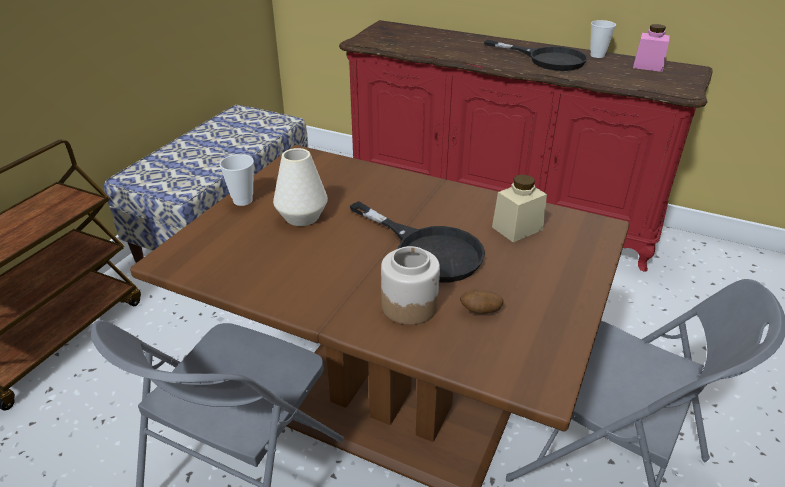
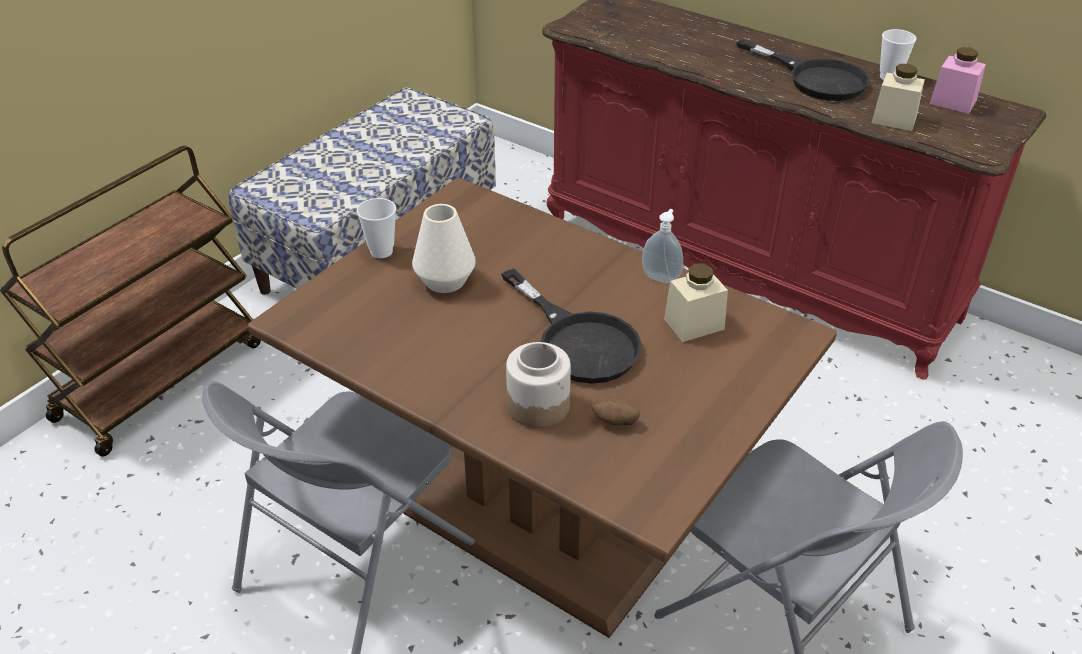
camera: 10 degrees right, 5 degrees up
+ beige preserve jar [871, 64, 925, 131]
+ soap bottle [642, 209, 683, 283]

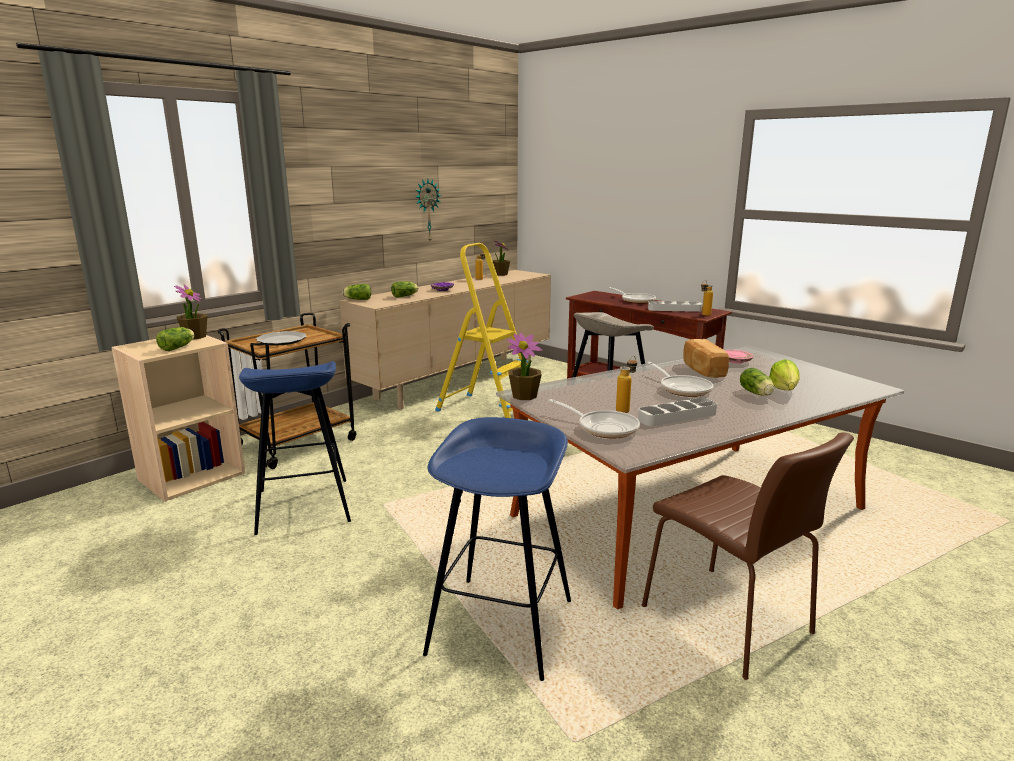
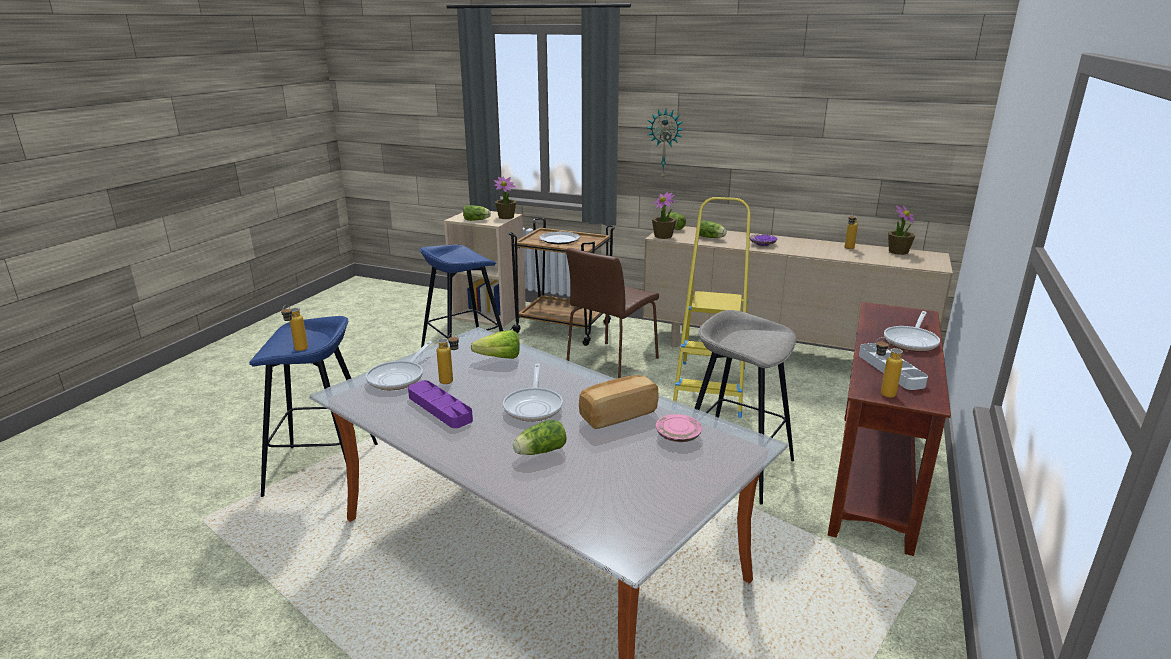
camera: 70 degrees right, 5 degrees up
~ clock on the wall [415, 179, 441, 241] to [647, 109, 684, 179]
~ potted plant [507, 333, 542, 400] to [652, 192, 676, 239]
~ lettuce [769, 359, 800, 390] to [471, 330, 520, 359]
~ frying pan [647, 362, 713, 397] = [503, 363, 563, 422] 45 degrees counterclockwise
~ gray carrying tray [638, 398, 717, 426] to purple-coloured carrying tray [408, 380, 473, 428]
~ brown chair [642, 432, 854, 680] to [566, 248, 659, 378]
+ bottle [281, 304, 308, 351]

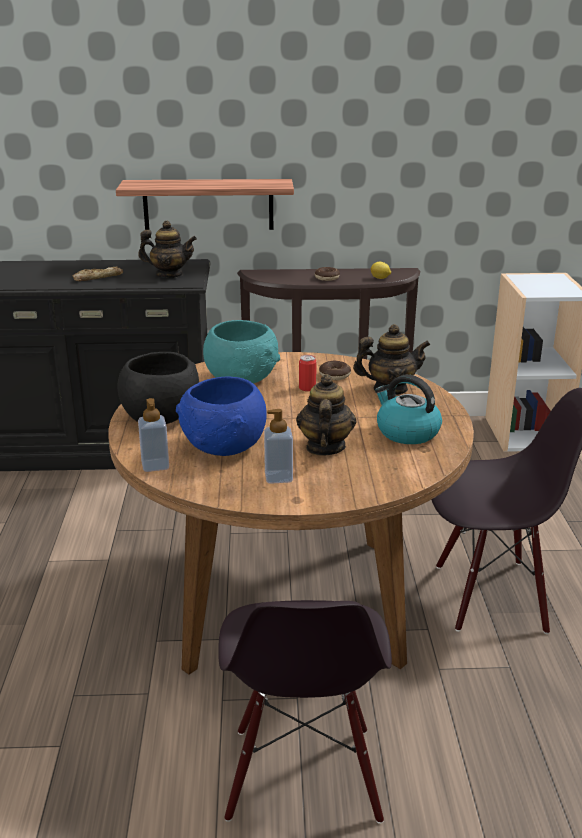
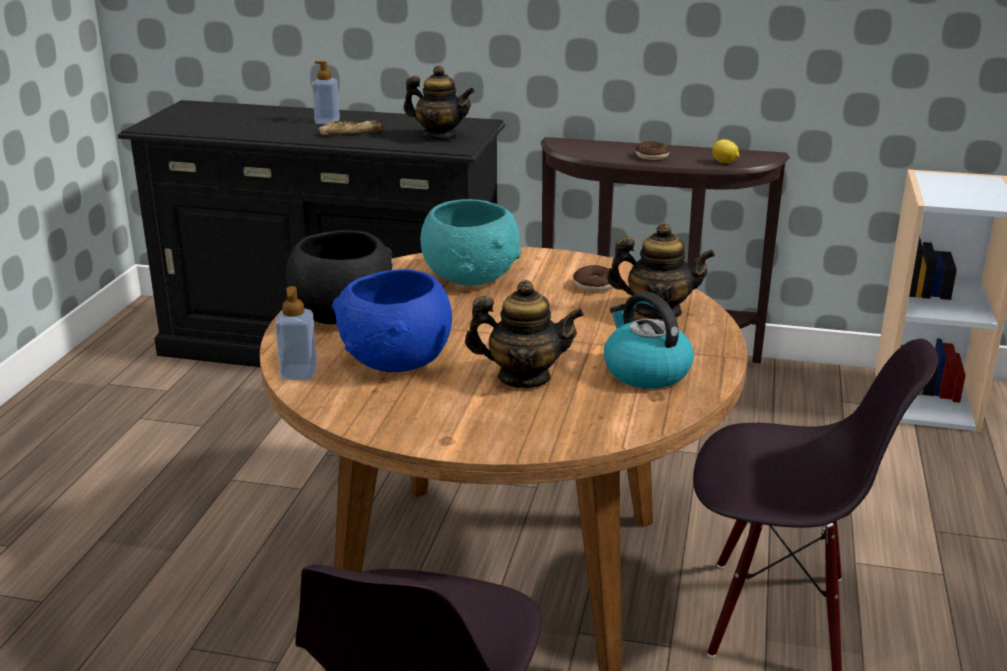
camera: 15 degrees right, 0 degrees up
- bracket shelf [116, 179, 294, 230]
- metal can [299, 355, 317, 391]
~ tea pot [296, 374, 357, 456] = [465, 280, 584, 388] 75 degrees clockwise
~ soap bottle [264, 409, 293, 484] to [312, 61, 340, 124]

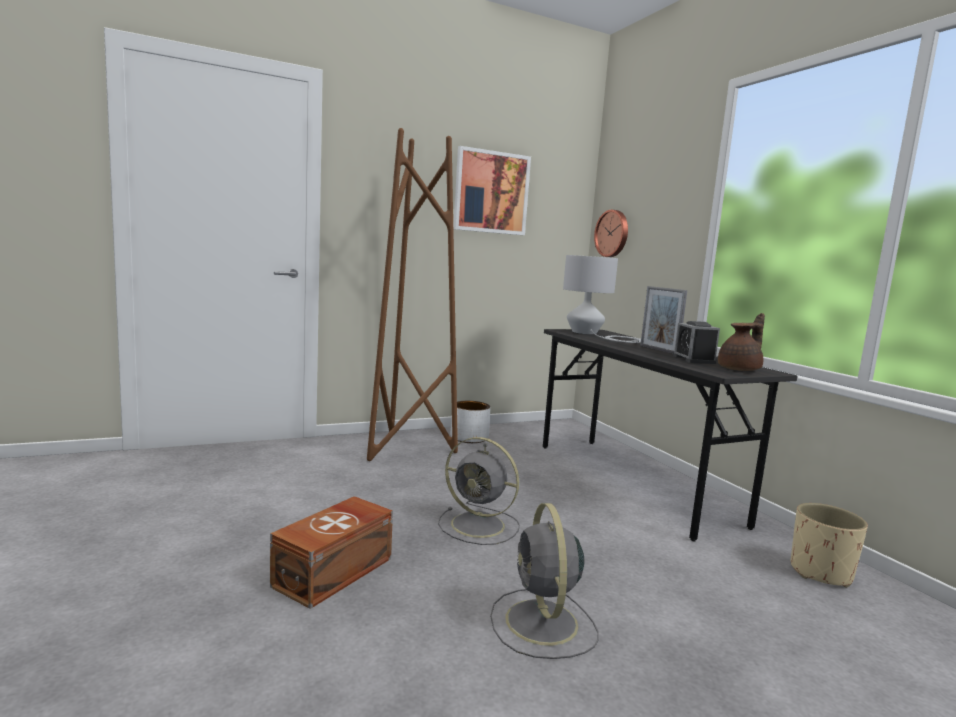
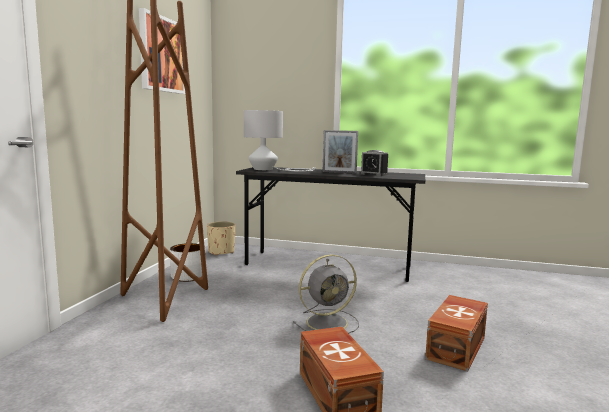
camera: 50 degrees left, 0 degrees up
- clock on the wall [594, 210, 628, 257]
- brown tea pot [718, 313, 765, 371]
~ gray electric fan [490, 503, 599, 659] to brown storage bin [425, 295, 488, 371]
~ beige flower pot [791, 503, 868, 588] to [207, 221, 235, 256]

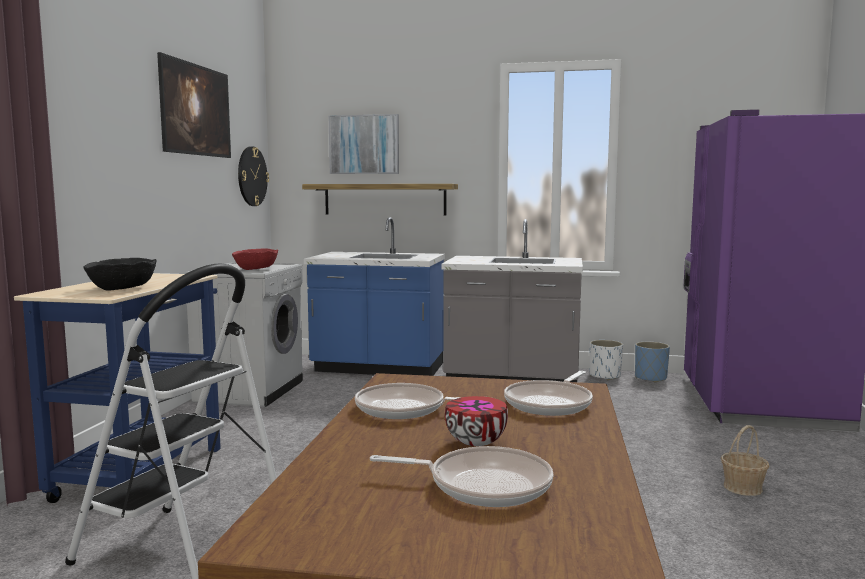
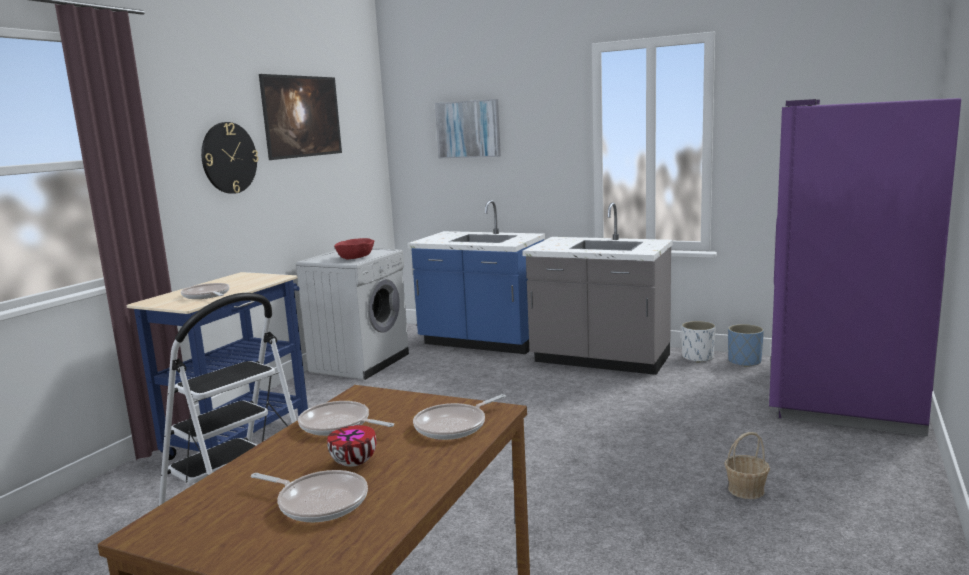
camera: 15 degrees right, 5 degrees up
~ clock on the wall [238, 146, 269, 206] to [201, 122, 258, 194]
- bracket shelf [302, 184, 458, 215]
~ blackish bowl [84, 258, 157, 291] to frying pan [181, 283, 230, 299]

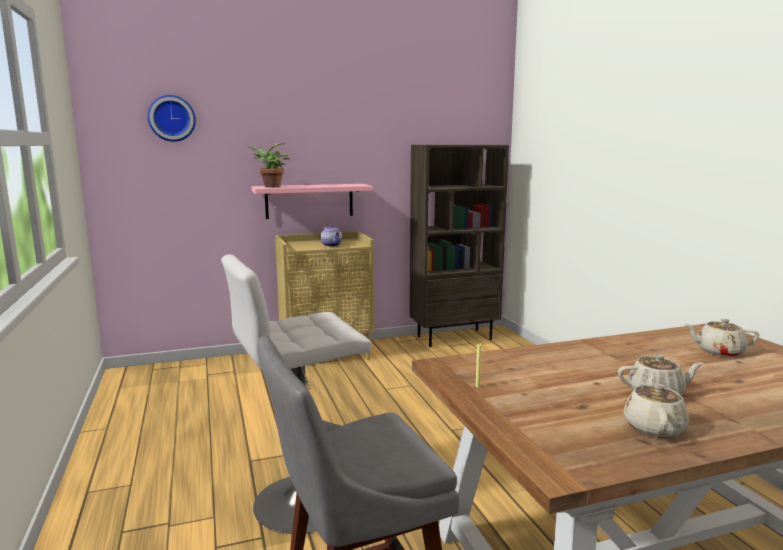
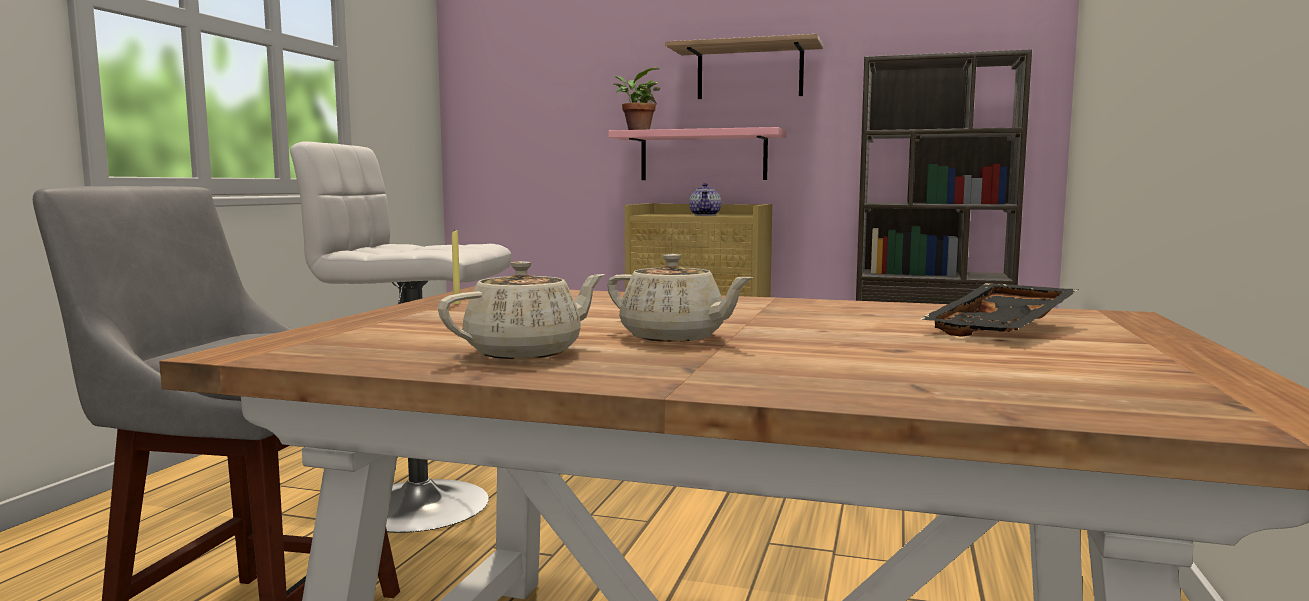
camera: 35 degrees right, 5 degrees down
- clock on the wall [148, 95, 196, 142]
~ beige tea pot [684, 319, 759, 357] to blackish carrying tray [919, 283, 1079, 337]
+ bracket shelf [665, 34, 823, 99]

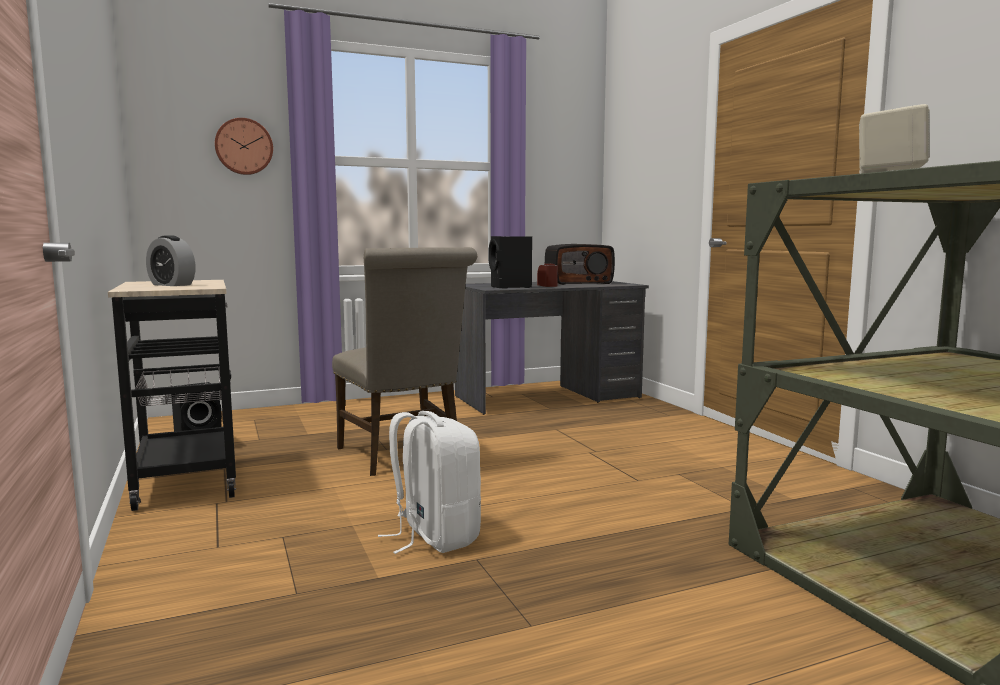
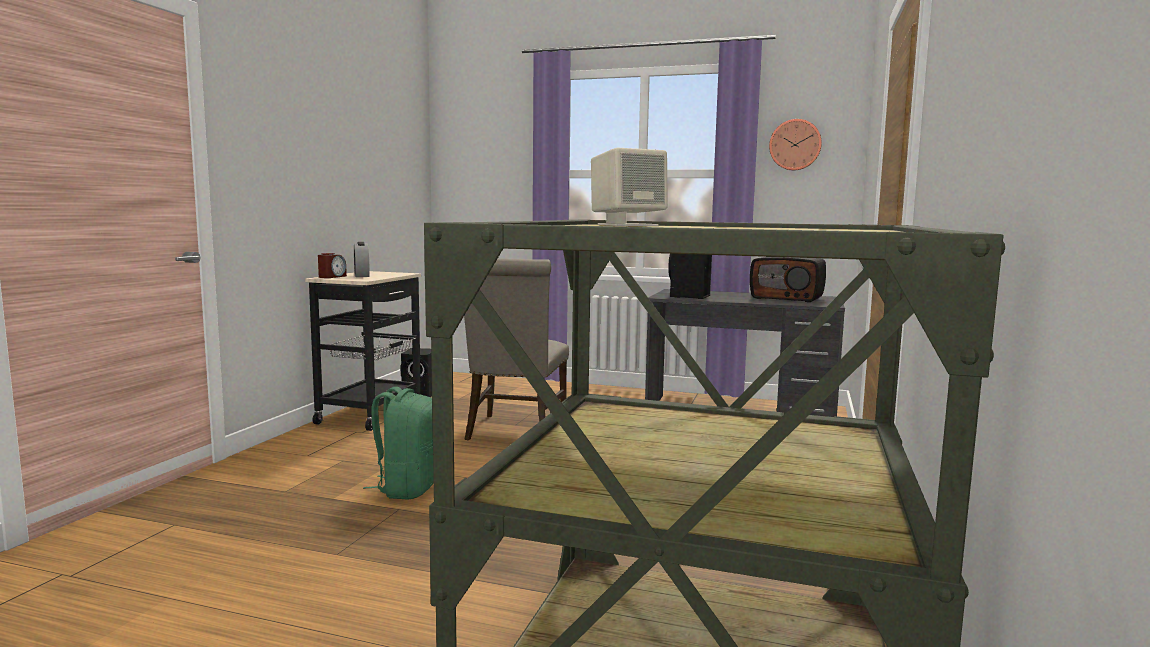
camera: 40 degrees right, 0 degrees up
~ clock on the wall [215, 118, 273, 175] to [769, 119, 822, 170]
~ alarm clock [537, 264, 558, 287] to [318, 253, 347, 278]
~ white backpack [378, 411, 481, 554] to green backpack [363, 387, 434, 500]

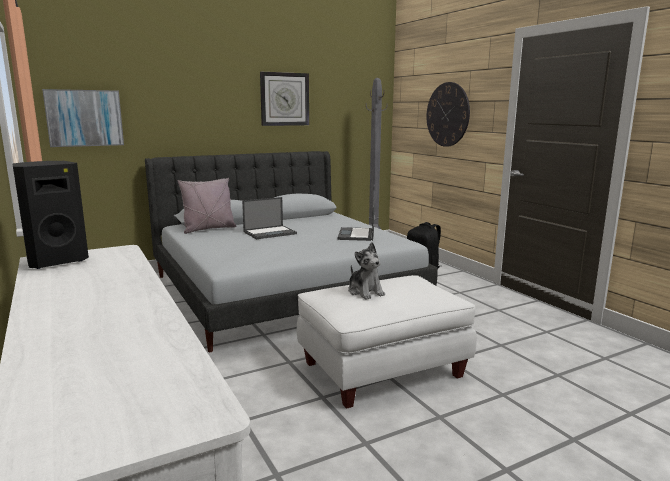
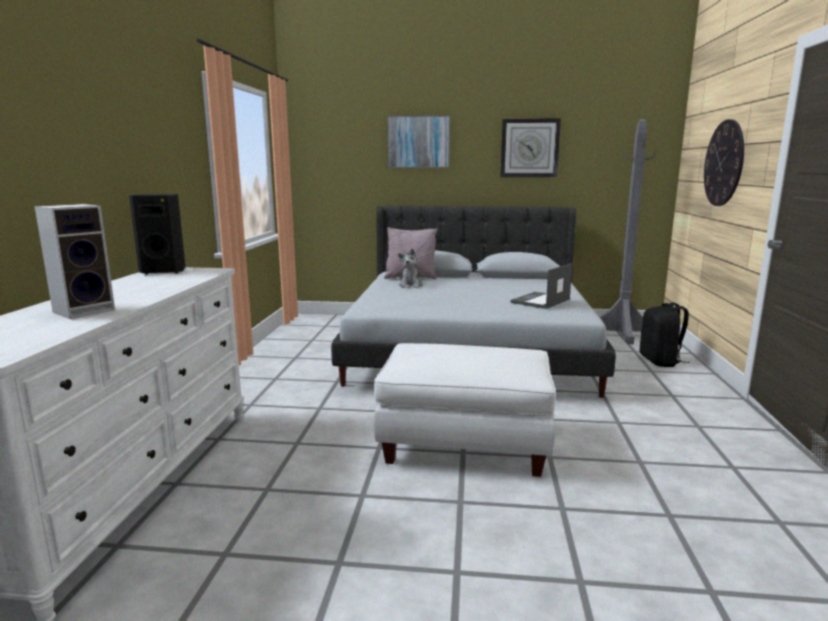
camera: 35 degrees right, 0 degrees up
~ wall art [42, 89, 124, 147] to [388, 115, 450, 168]
- portable computer [242, 197, 297, 239]
~ soft toy [348, 242, 385, 300] to [398, 248, 423, 288]
+ audio speaker [35, 204, 115, 319]

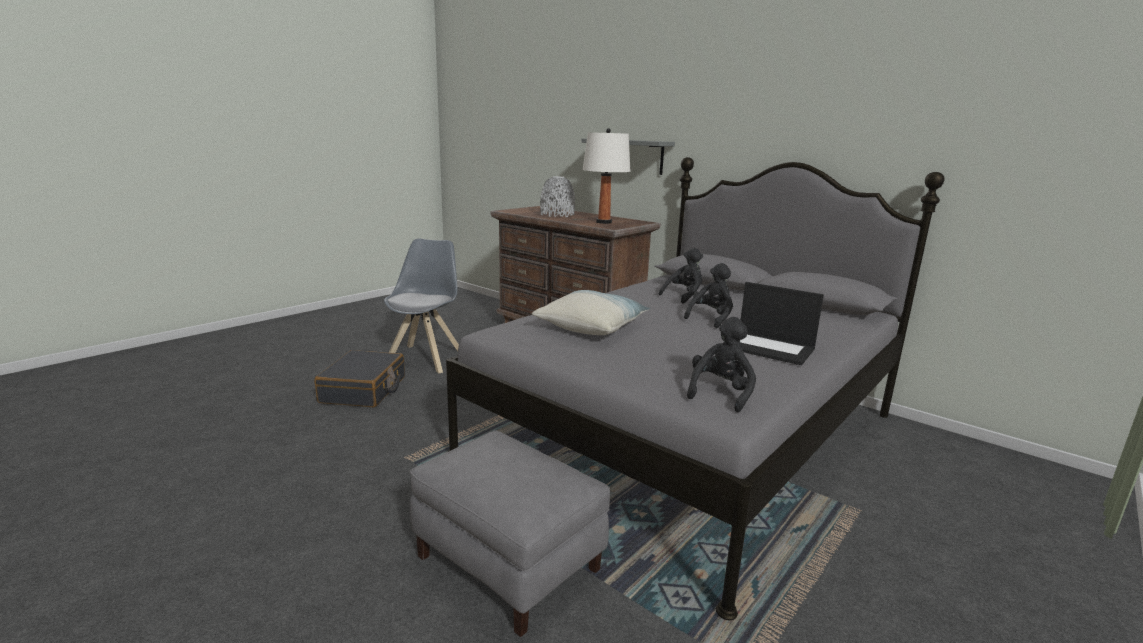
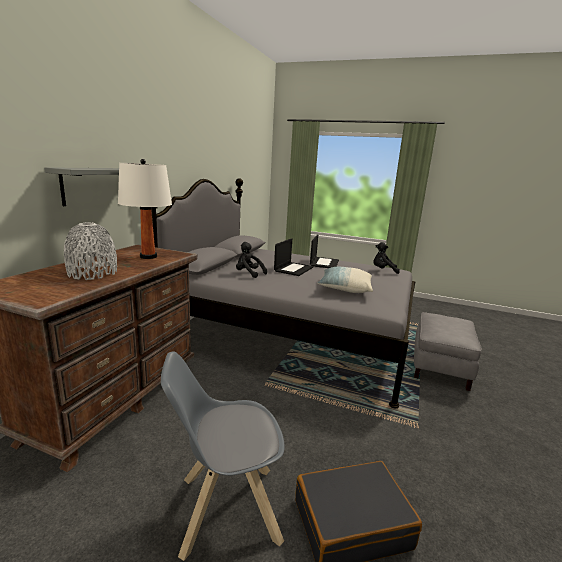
camera: 110 degrees left, 0 degrees up
~ blackish soft toy [684, 263, 733, 328] to portable computer [274, 238, 313, 276]

